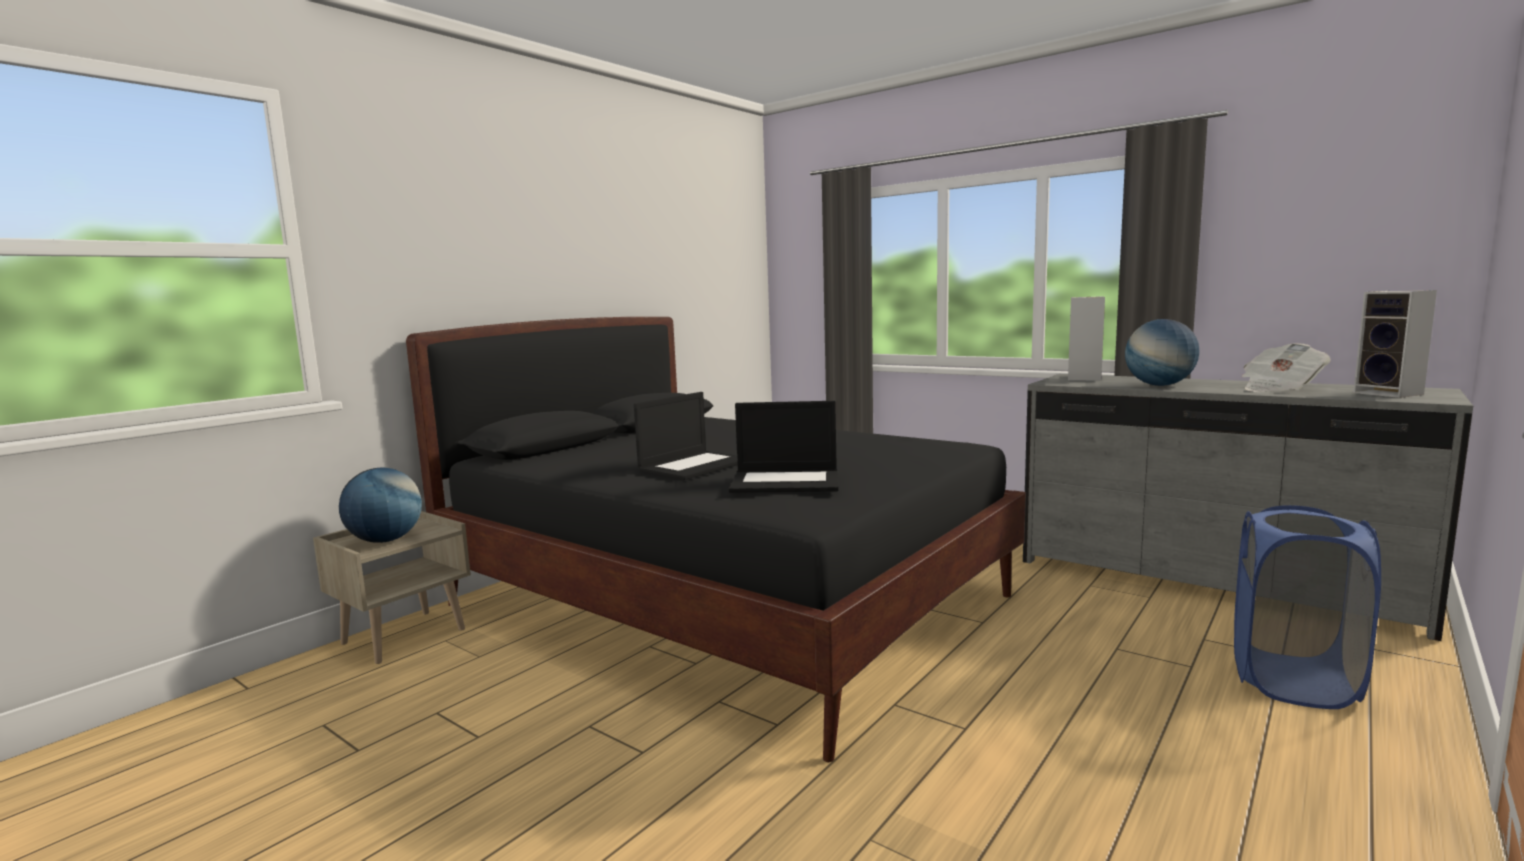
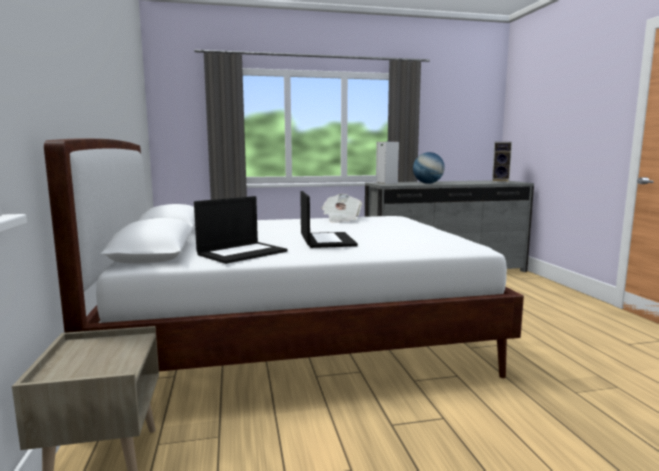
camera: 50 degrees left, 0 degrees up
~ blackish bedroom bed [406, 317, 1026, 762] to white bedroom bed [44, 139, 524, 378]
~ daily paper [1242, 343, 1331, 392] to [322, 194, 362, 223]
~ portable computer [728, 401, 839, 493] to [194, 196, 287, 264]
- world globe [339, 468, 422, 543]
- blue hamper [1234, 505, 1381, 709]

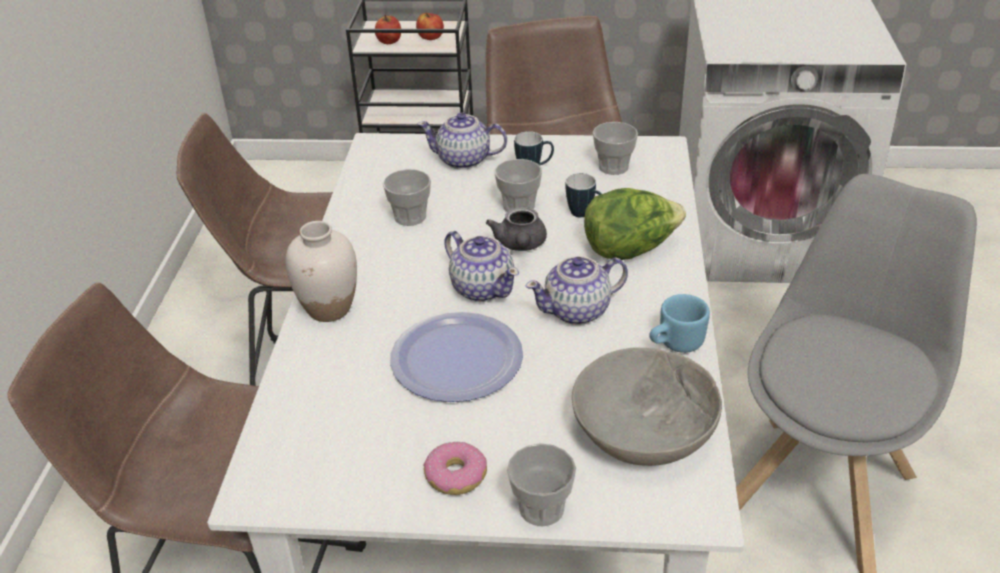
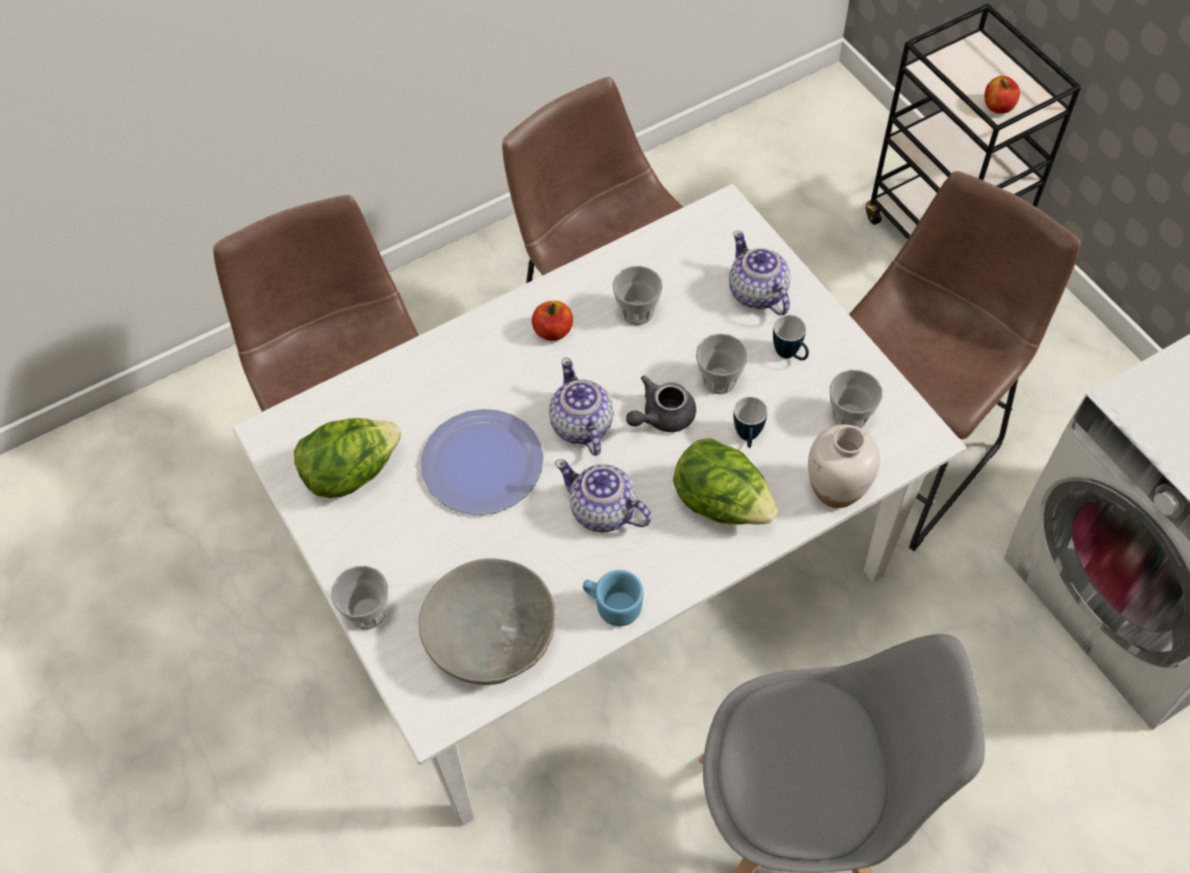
camera: 55 degrees right, 20 degrees up
~ whole apple [375, 15, 401, 44] to [532, 301, 573, 341]
~ white vase [286, 221, 357, 322] to [808, 424, 880, 508]
~ tea pot [444, 231, 519, 302] = [549, 357, 614, 456] 150 degrees clockwise
- donut [423, 442, 487, 495]
+ lettuce [294, 418, 402, 498]

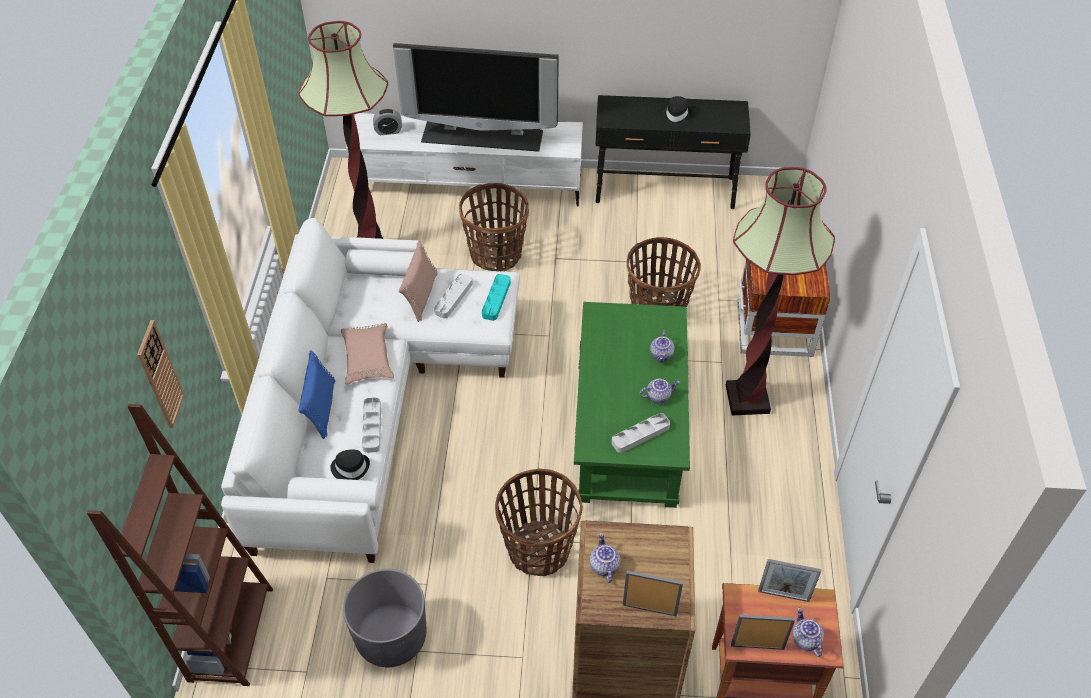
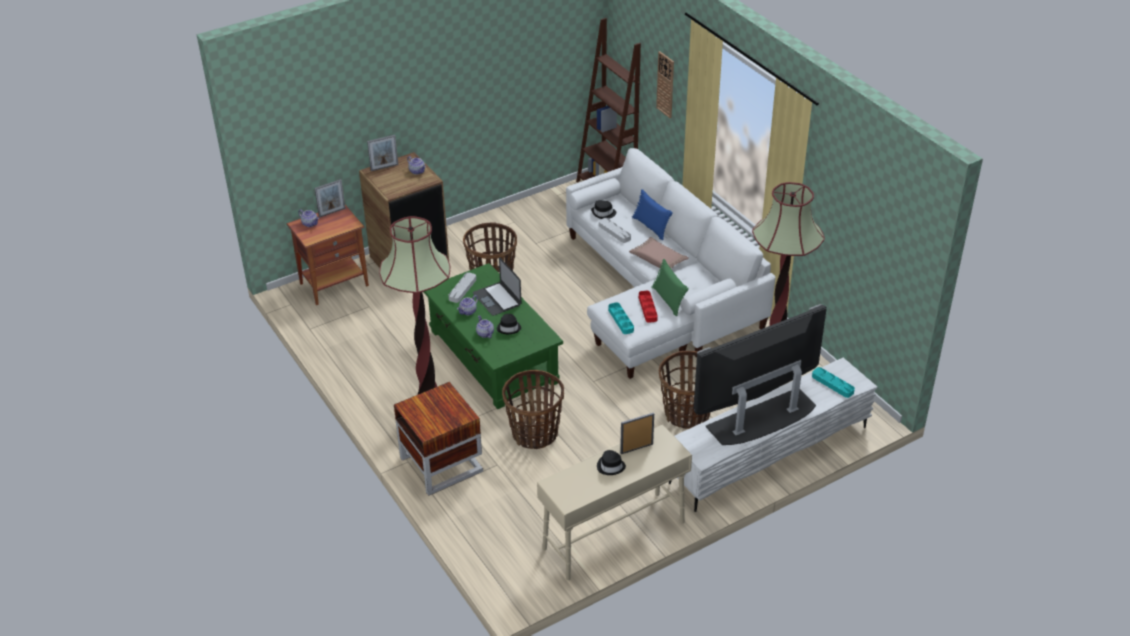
camera: 145 degrees right, 10 degrees down
~ blackish hall table [595, 95, 751, 209] to beige hall table [537, 425, 692, 580]
~ alarm clock [373, 108, 402, 135] to turquoise carrying tray [812, 367, 855, 398]
~ beige pillow [399, 241, 438, 322] to green pillow [651, 259, 689, 316]
~ gray carrying tray [434, 273, 473, 318] to reddish carrying tray [639, 291, 658, 323]
~ picture frame [758, 559, 821, 602] to [620, 412, 654, 454]
- gray flower pot [343, 569, 426, 667]
+ portable computer [473, 257, 521, 316]
+ blackish wearable hat [497, 314, 521, 334]

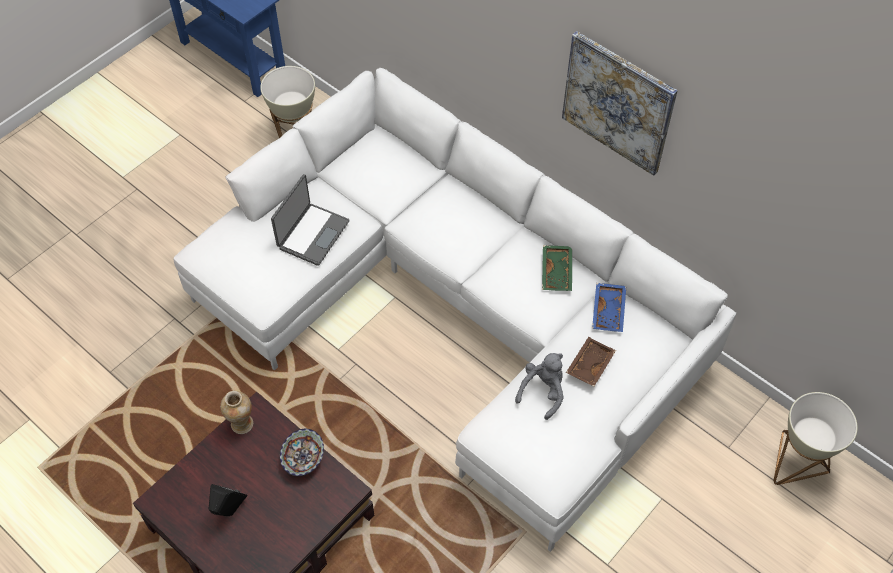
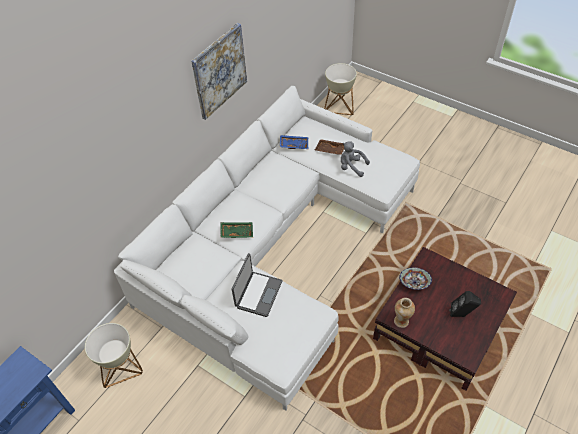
camera: 95 degrees left, 5 degrees down
~ portable computer [271, 174, 349, 266] = [232, 253, 282, 317] 90 degrees clockwise
~ green carrying tray [542, 245, 572, 291] to [220, 222, 253, 238]

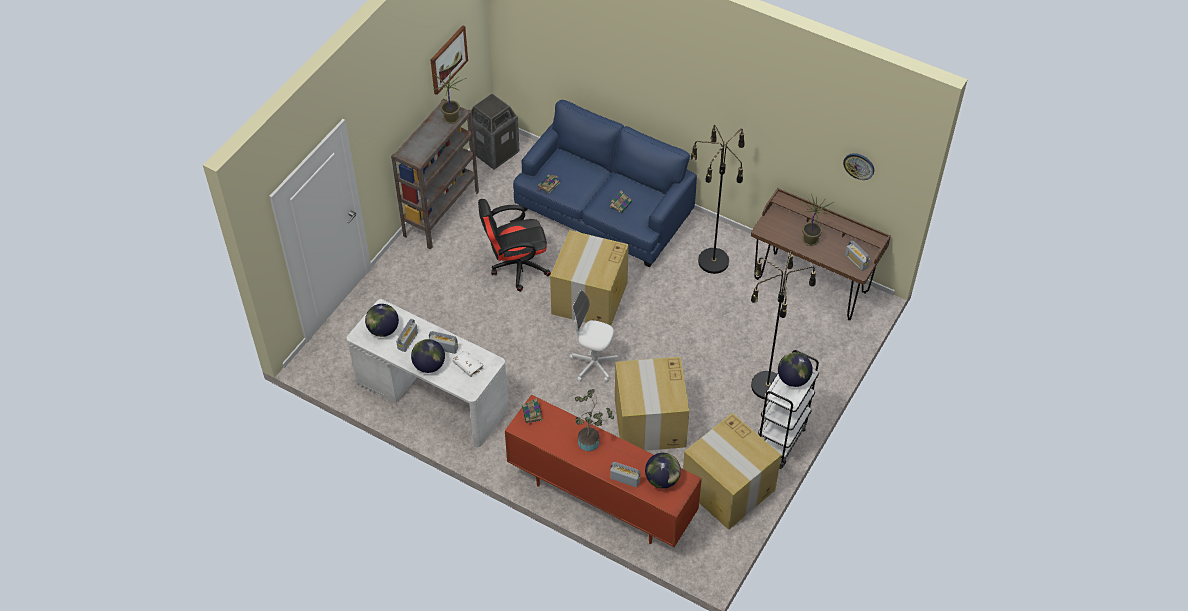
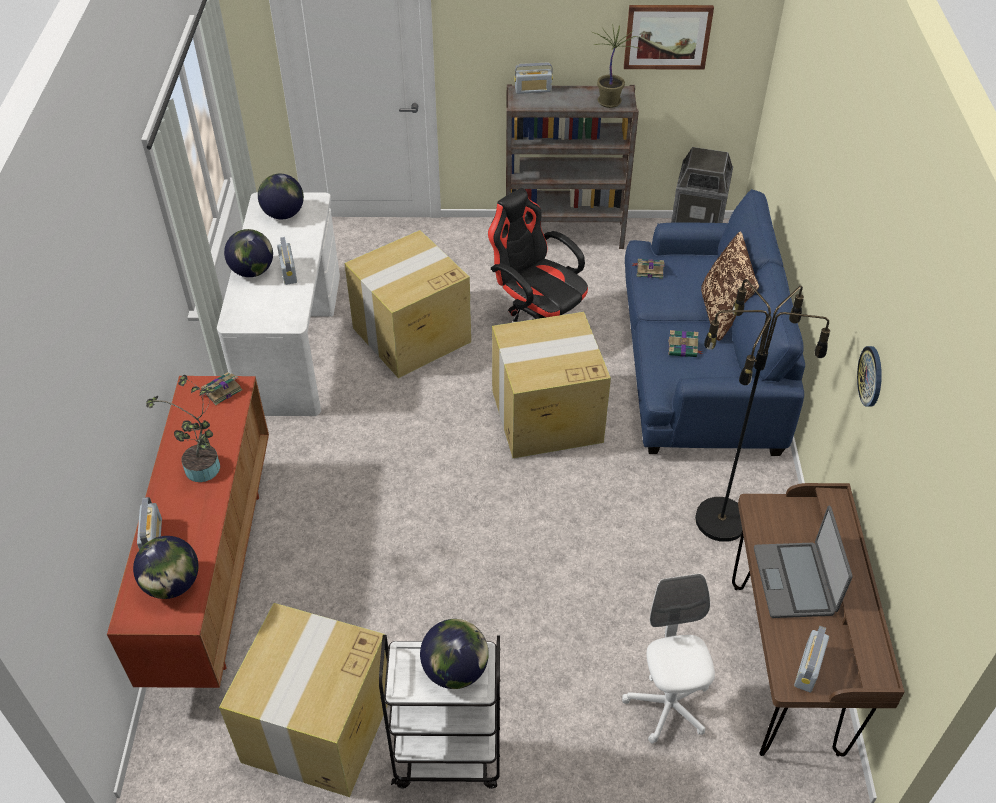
camera: 60 degrees right, 5 degrees down
~ clock on the wall [843, 153, 874, 180] to [857, 346, 882, 407]
~ potted plant [800, 194, 834, 246] to portable computer [754, 506, 853, 618]
- standard lamp [751, 251, 816, 399]
~ white desk chair [569, 290, 618, 383] to [622, 574, 715, 744]
~ radio [396, 319, 418, 352] to [515, 63, 553, 94]
- white volume [452, 349, 484, 377]
~ carton [615, 357, 689, 451] to [344, 230, 471, 378]
+ brown pillow [701, 232, 759, 341]

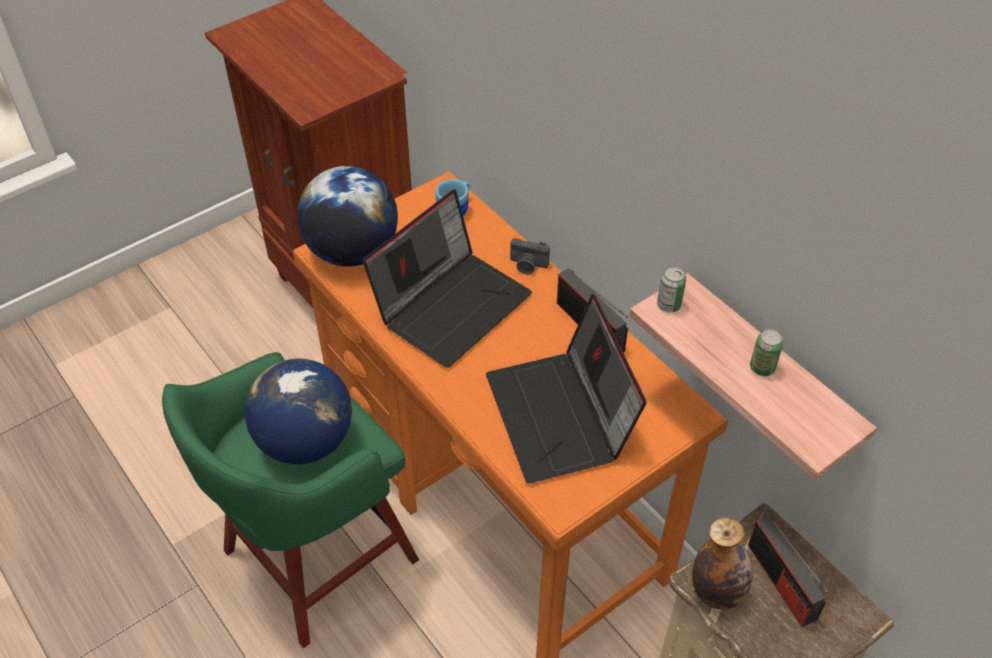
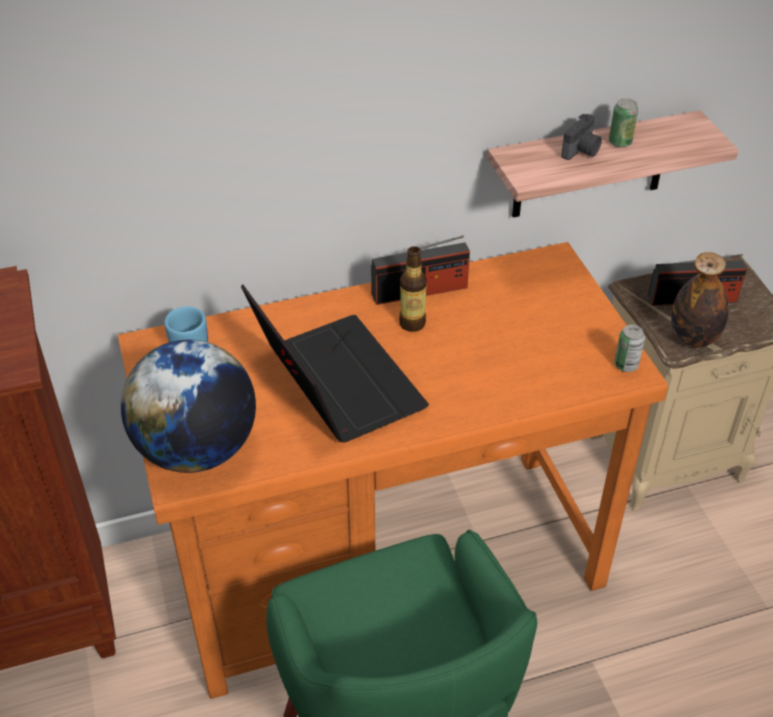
camera: 70 degrees left, 5 degrees down
~ still camera [510, 238, 550, 274] to [561, 113, 602, 160]
~ metal can [657, 266, 686, 313] to [614, 324, 645, 372]
- portable computer [486, 294, 647, 483]
- world globe [245, 359, 352, 464]
+ bottle [399, 246, 427, 332]

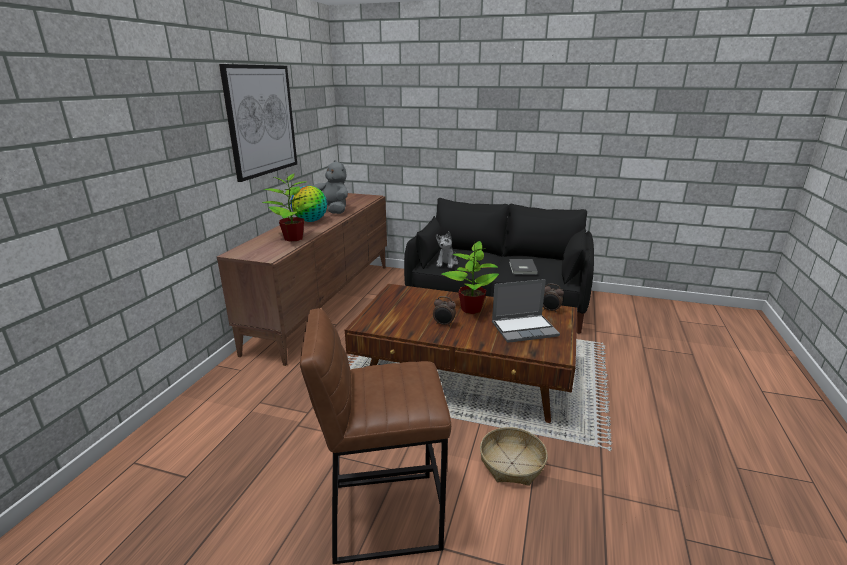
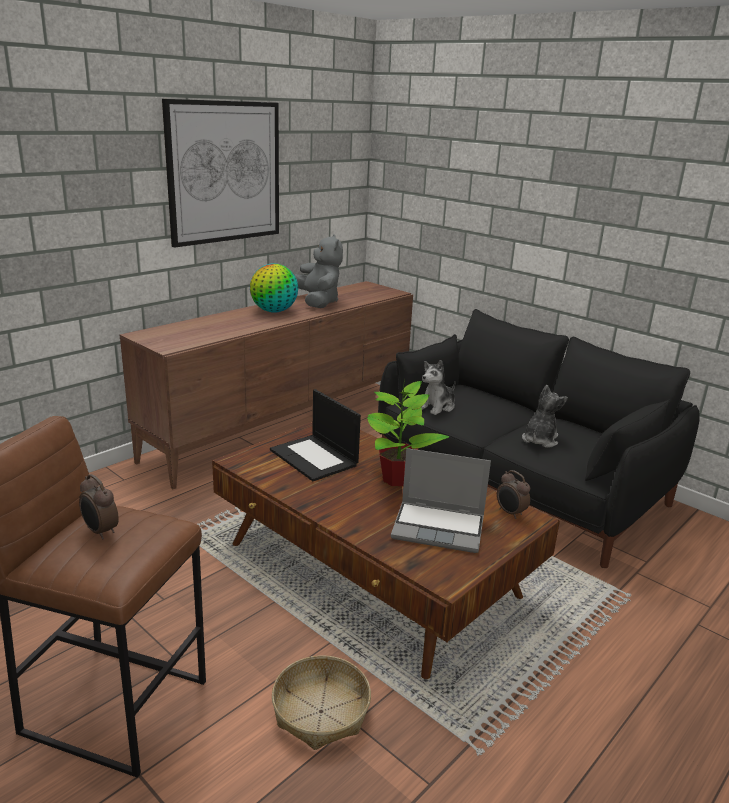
camera: 25 degrees right, 0 degrees up
- potted plant [262, 173, 320, 241]
~ gray volume [509, 259, 538, 275] to soft toy [522, 385, 568, 448]
~ alarm clock [433, 296, 456, 327] to [79, 474, 119, 540]
+ portable computer [270, 389, 361, 481]

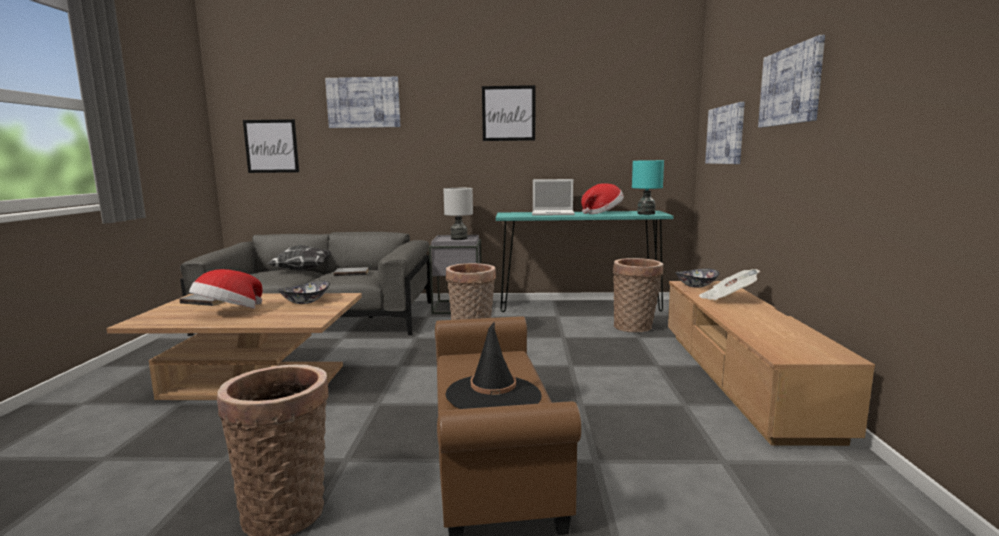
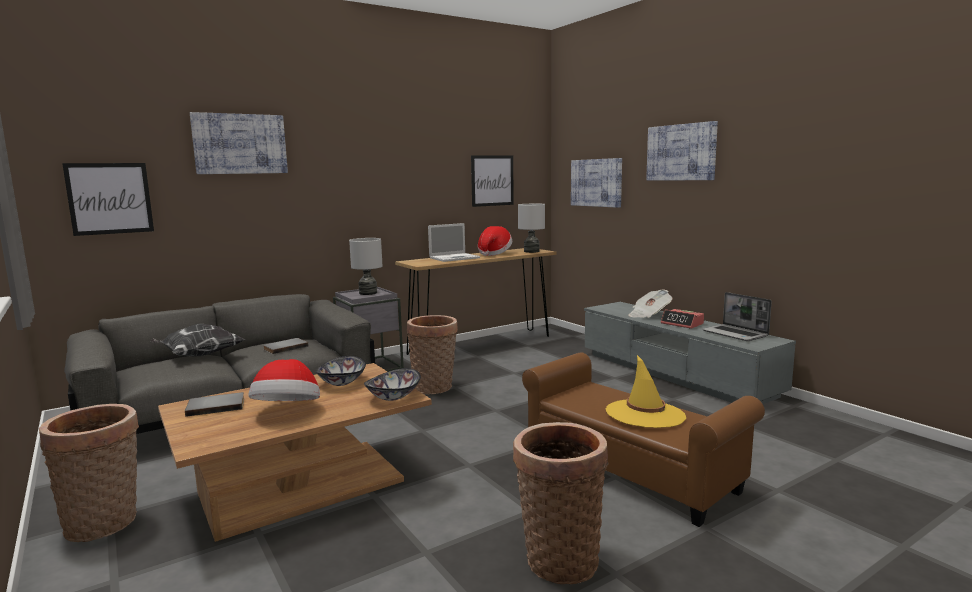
camera: 35 degrees left, 0 degrees up
~ wall art [482, 85, 535, 141] to [471, 155, 514, 207]
~ turquoise tabletop lamp [632, 160, 664, 215] to gray tabletop lamp [518, 204, 545, 253]
~ turquoise hall table [496, 211, 674, 312] to brown hall table [395, 248, 556, 355]
~ household basket [613, 258, 663, 332] to [39, 404, 139, 542]
~ bowl [675, 269, 719, 287] to [364, 368, 421, 401]
~ brown tv stand [668, 281, 875, 446] to gray tv stand [584, 302, 796, 404]
~ blackish wearable hat [445, 322, 542, 409] to yellow-coloured wearable hat [606, 355, 686, 428]
+ portable computer [702, 292, 772, 341]
+ alarm clock [661, 309, 704, 329]

